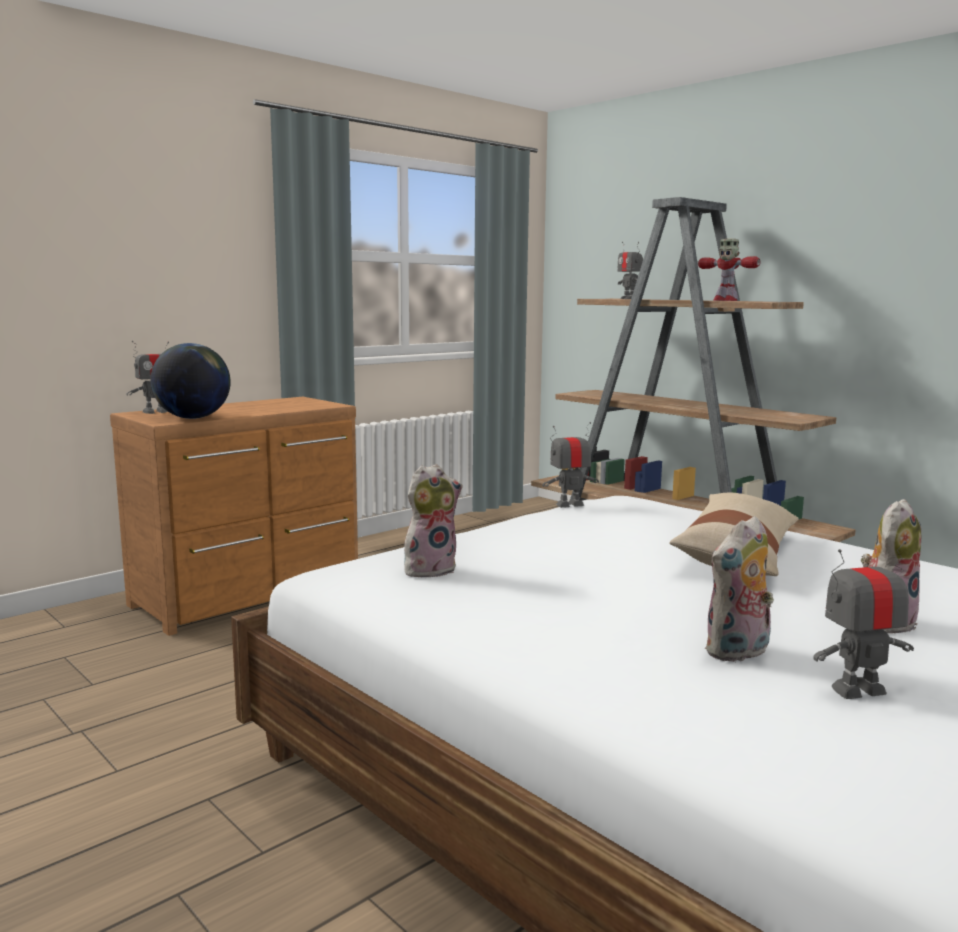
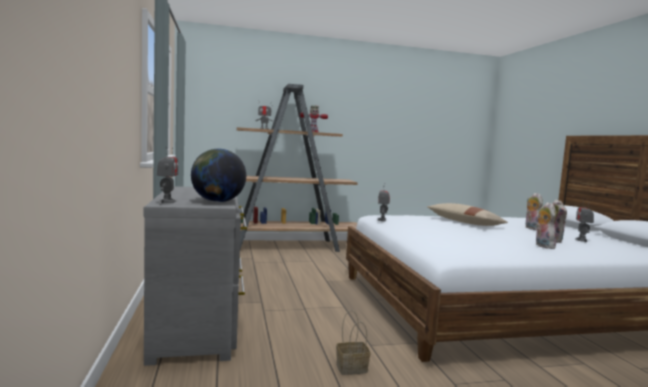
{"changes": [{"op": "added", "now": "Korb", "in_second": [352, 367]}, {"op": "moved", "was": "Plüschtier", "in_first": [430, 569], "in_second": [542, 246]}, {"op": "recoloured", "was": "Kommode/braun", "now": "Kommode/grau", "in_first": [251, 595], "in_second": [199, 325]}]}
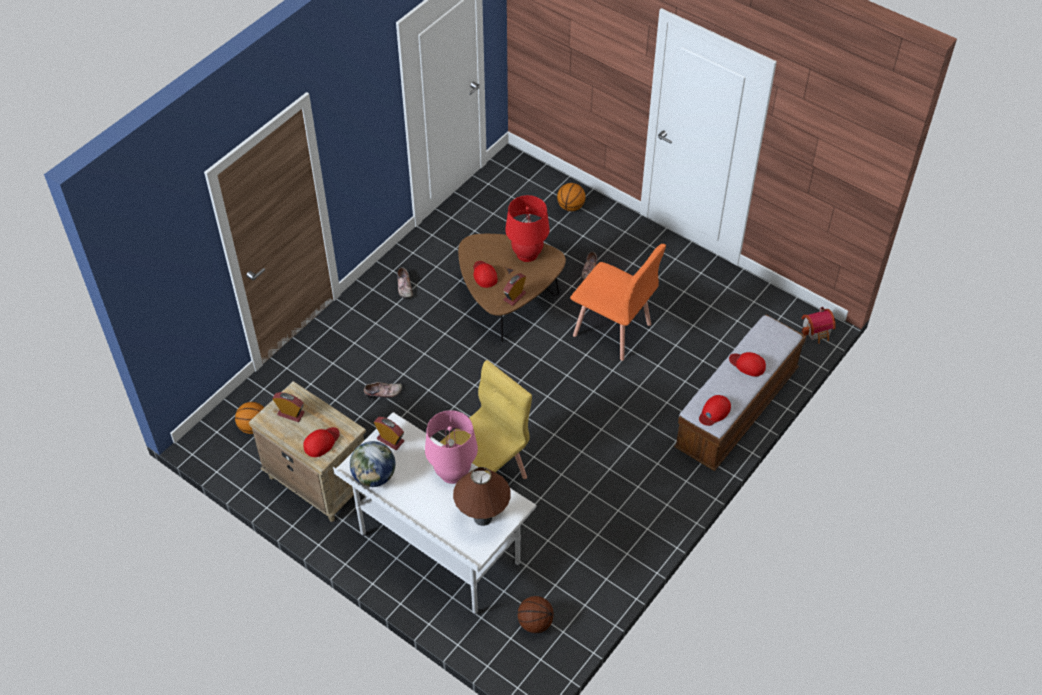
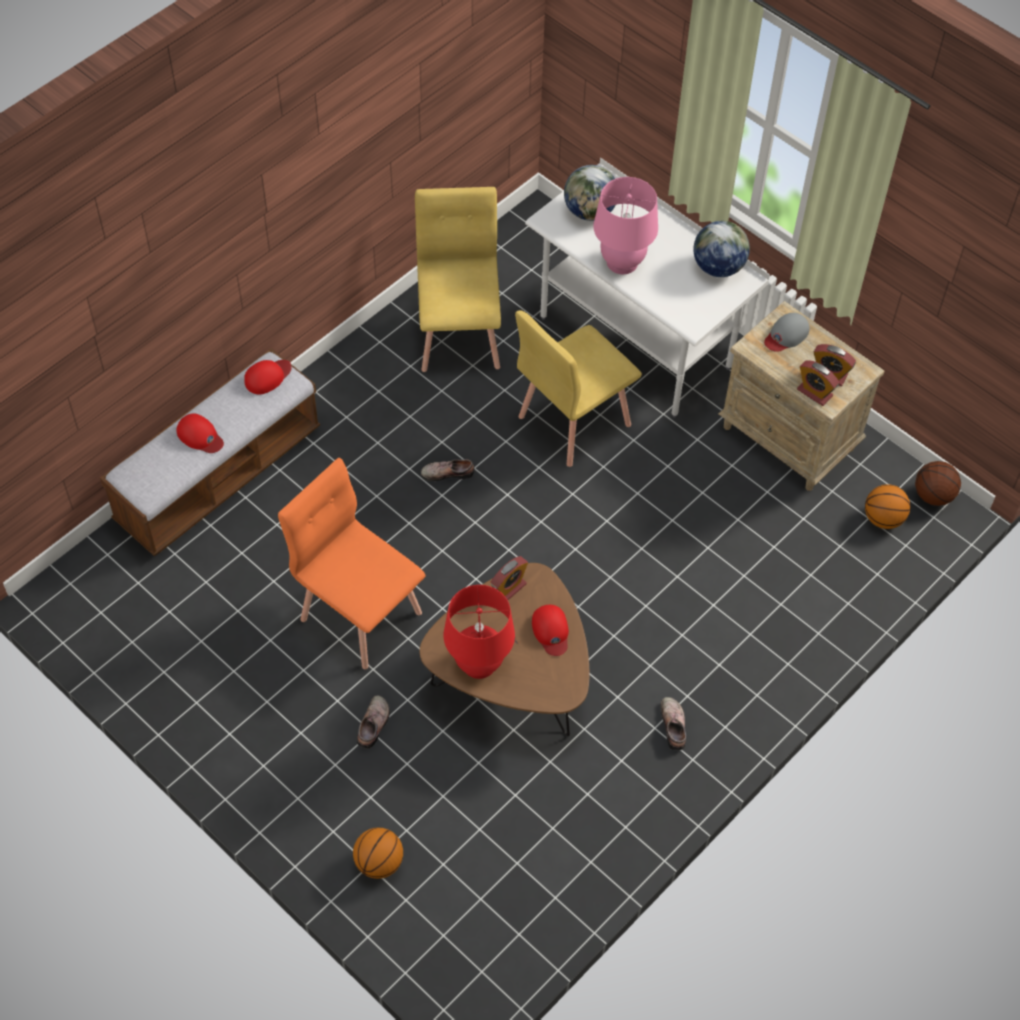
{"changes": [{"op": "removed", "was": "Spielzeughaus", "in_first": [817, 331]}, {"op": "added", "now": "Stuhl/gelb", "in_second": [460, 337]}, {"op": "moved", "was": "Schuh", "in_first": [383, 393], "in_second": [447, 472]}, {"op": "moved", "was": "Wecker", "in_first": [390, 440], "in_second": [814, 392]}, {"op": "moved", "was": "Basketball", "in_first": [534, 622], "in_second": [934, 495]}, {"op": "replaced", "was": "Tischlampe/braun", "now": "Globus", "in_first": [482, 517], "in_second": [590, 211]}, {"op": "recoloured", "was": "Kappe/rot", "now": "Kappe/grau", "in_first": [321, 442], "in_second": [786, 335]}]}
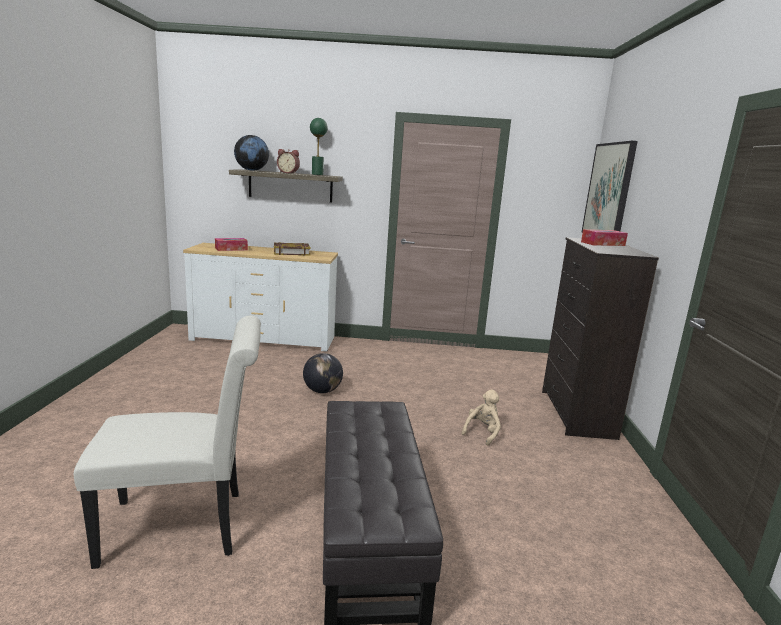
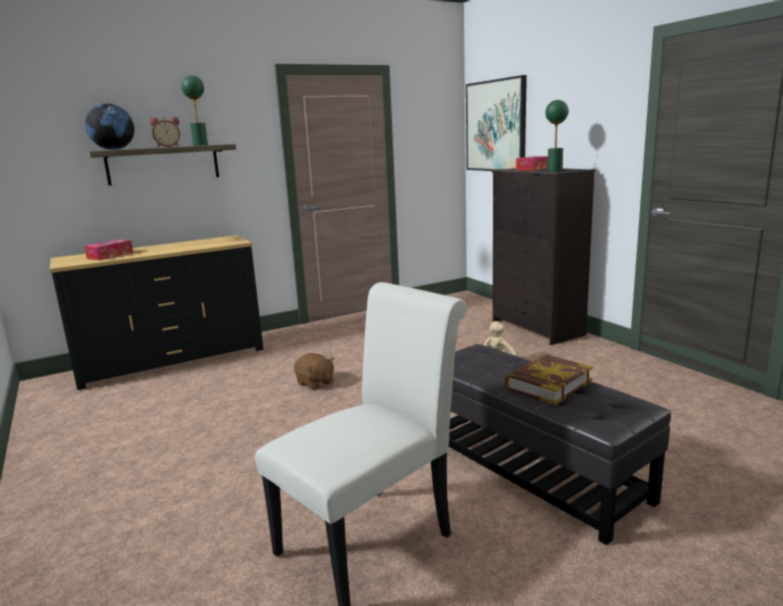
{"changes": [{"op": "added", "now": "Tischlampe/grün", "in_second": [554, 171]}, {"op": "moved", "was": "Buch", "in_first": [291, 252], "in_second": [548, 384]}, {"op": "replaced", "was": "Globus", "now": "Plüschtier/braun", "in_first": [322, 391], "in_second": [315, 383]}, {"op": "recoloured", "was": "Kommode/weiß", "now": "Kommode/schwarz", "in_first": [264, 339], "in_second": [172, 360]}]}
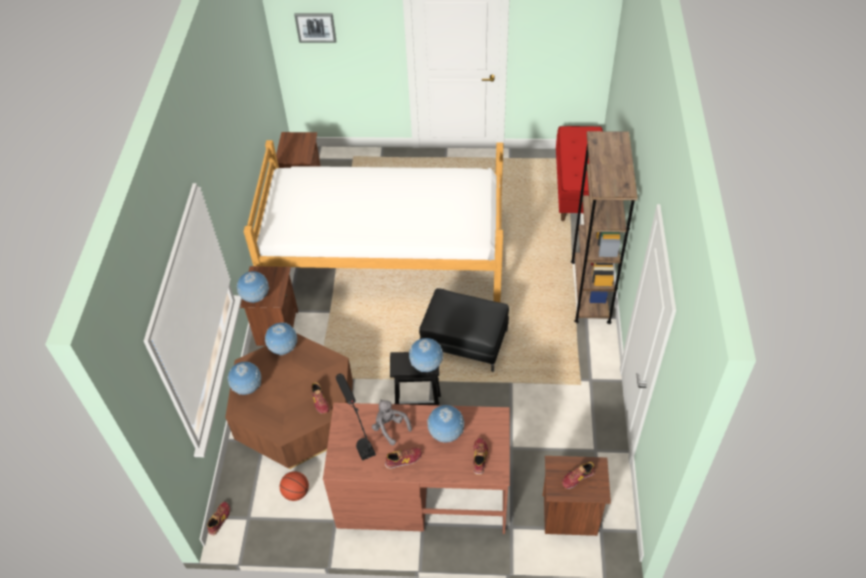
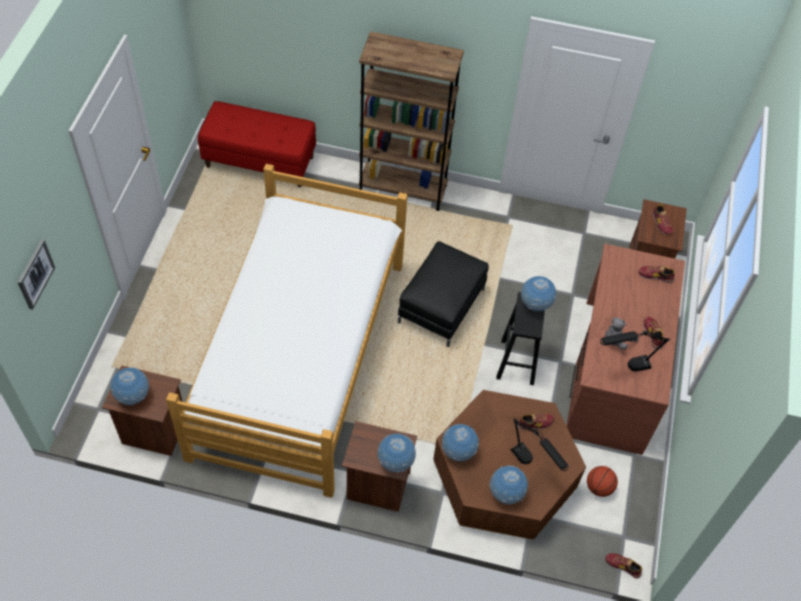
{"changes": [{"op": "added", "now": "Tischlampe/schwarz", "in_second": [531, 466]}, {"op": "moved", "was": "Globus", "in_first": [446, 434], "in_second": [133, 396]}]}
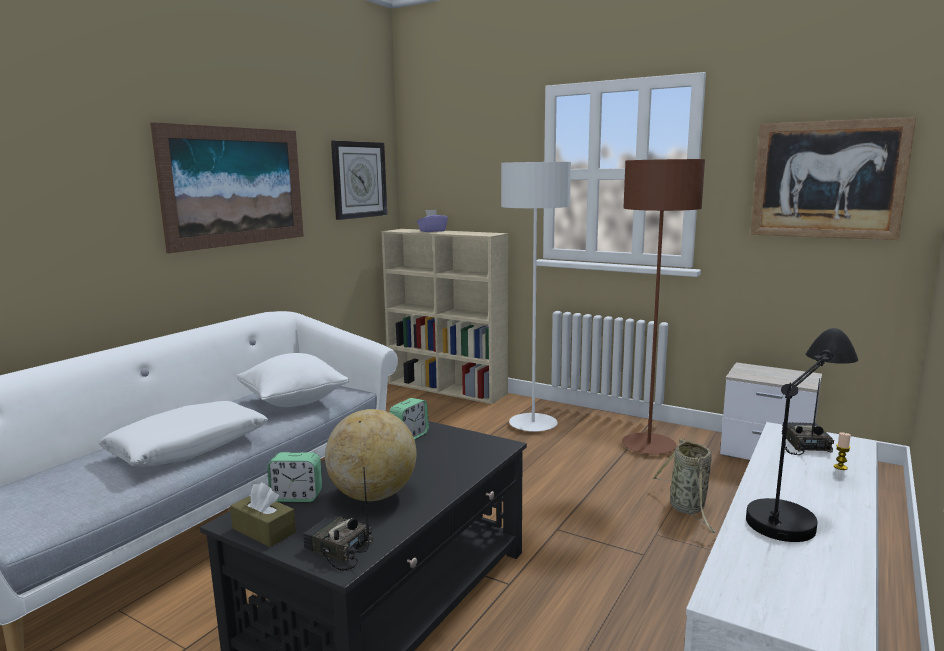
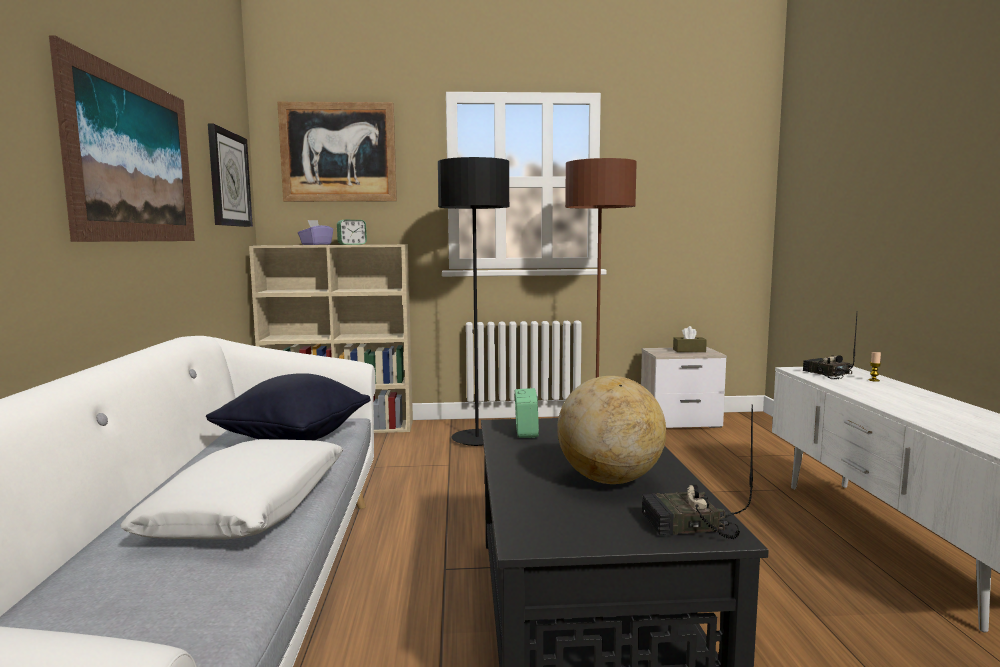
{"changes": [{"op": "removed", "was": "Korb", "in_first": [688, 509]}, {"op": "removed", "was": "Tischlampe/schwarz", "in_first": [796, 502]}, {"op": "moved", "was": "Taschentuchbox/braun", "in_first": [264, 530], "in_second": [689, 350]}, {"op": "moved", "was": "Wecker", "in_first": [297, 496], "in_second": [352, 244]}, {"op": "moved", "was": "Bild", "in_first": [827, 180], "in_second": [338, 152]}, {"op": "recoloured", "was": "Kissen/weiß", "now": "Kissen/schwarz", "in_first": [293, 401], "in_second": [294, 439]}, {"op": "recoloured", "was": "Stehlampe/weiß", "now": "Stehlampe/schwarz", "in_first": [533, 424], "in_second": [477, 440]}]}
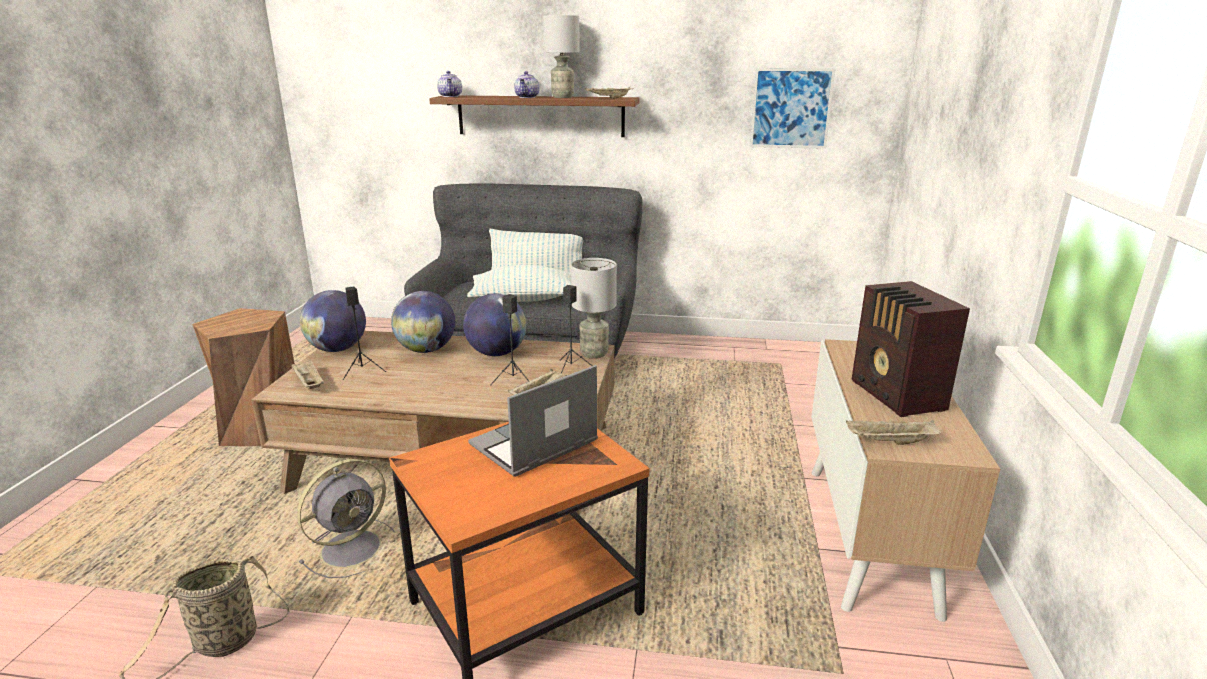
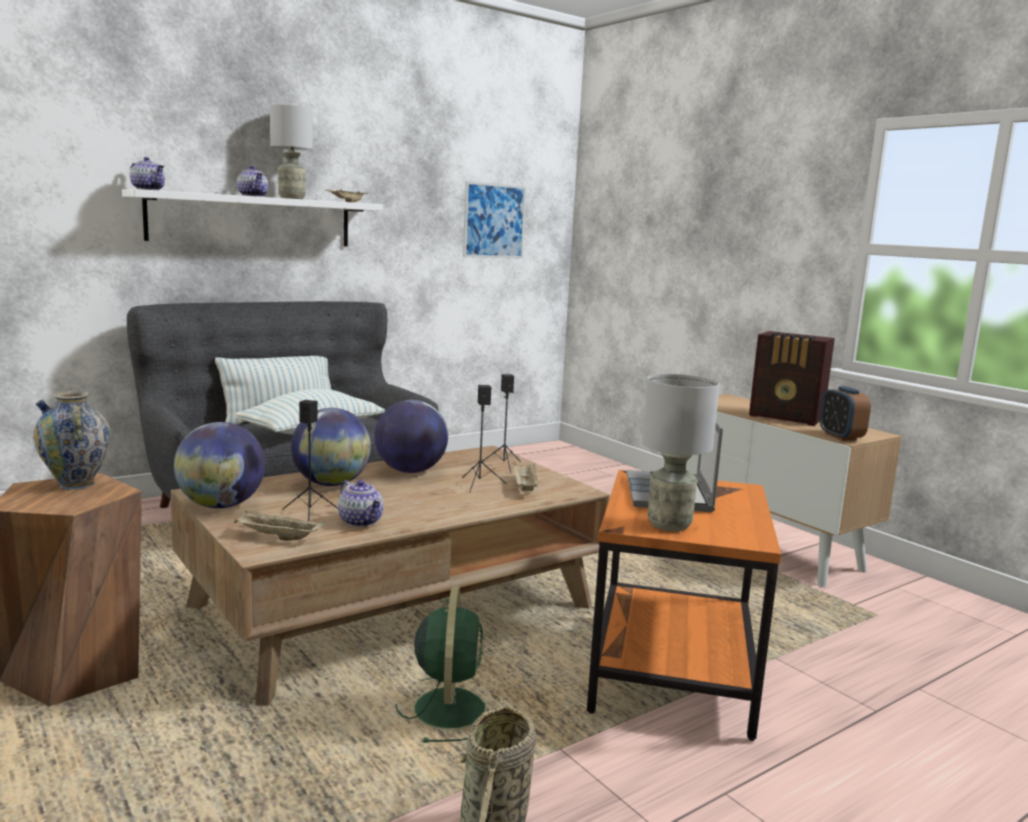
{"changes": [{"op": "added", "now": "Vase", "in_second": [76, 484]}, {"op": "added", "now": "Teekanne", "in_second": [361, 521]}, {"op": "moved", "was": "Tischlampe/grau", "in_first": [594, 353], "in_second": [668, 524]}, {"op": "replaced", "was": "Tablett/beige", "now": "Wecker", "in_first": [890, 442], "in_second": [840, 437]}, {"op": "recoloured", "was": "Ventilator/grau", "now": "Ventilator/grün", "in_first": [354, 547], "in_second": [450, 707]}, {"op": "recoloured", "was": "Wandregal/braun", "now": "Wandregal/weiß", "in_first": [540, 116], "in_second": [252, 220]}]}
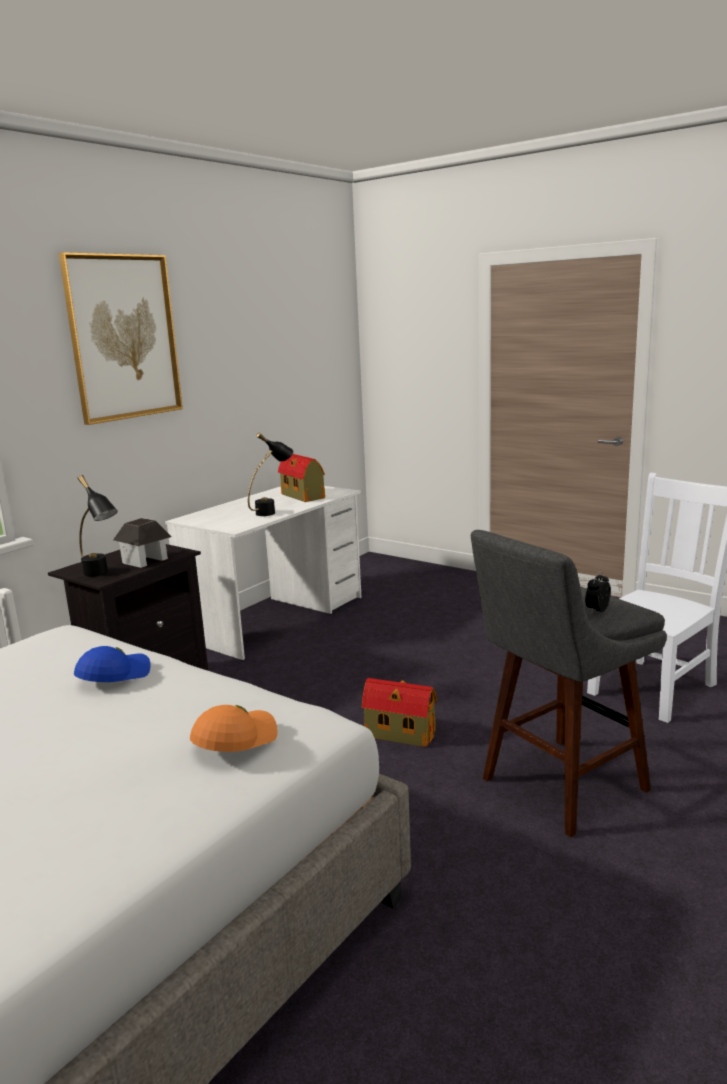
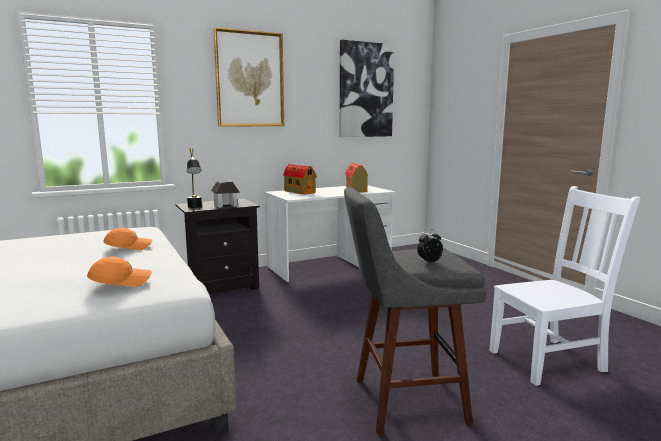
{"changes": [{"op": "removed", "was": "Tischlampe/schwarz", "in_first": [272, 511]}, {"op": "added", "now": "Bild", "in_second": [366, 90]}, {"op": "moved", "was": "Spielzeughaus", "in_first": [398, 733], "in_second": [299, 192]}, {"op": "recoloured", "was": "Kappe/blau", "now": "Kappe/orange", "in_first": [113, 676], "in_second": [129, 247]}]}
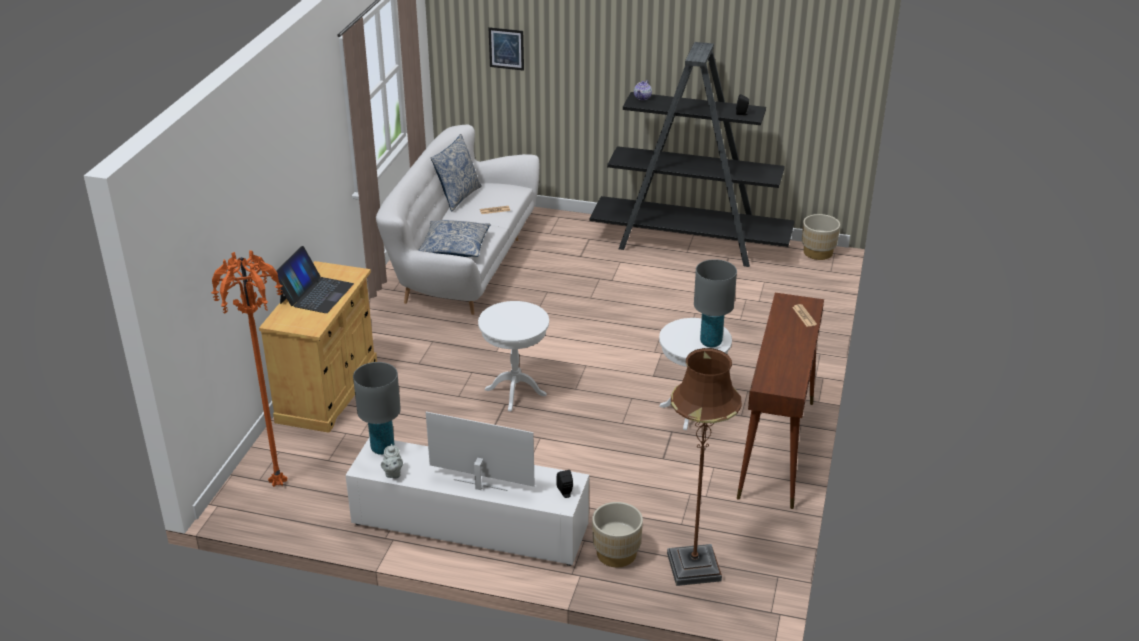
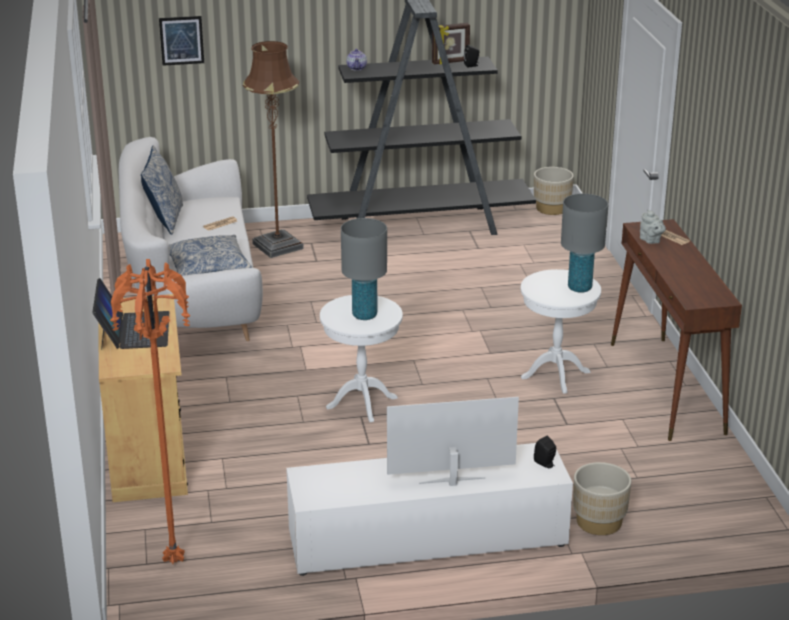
{"changes": [{"op": "added", "now": "Bilderrahmen", "in_second": [450, 62]}, {"op": "moved", "was": "Tischlampe/grau", "in_first": [383, 448], "in_second": [365, 315]}, {"op": "moved", "was": "Teekanne/grau", "in_first": [393, 473], "in_second": [651, 240]}, {"op": "moved", "was": "Stehlampe/braun", "in_first": [693, 567], "in_second": [277, 246]}]}
